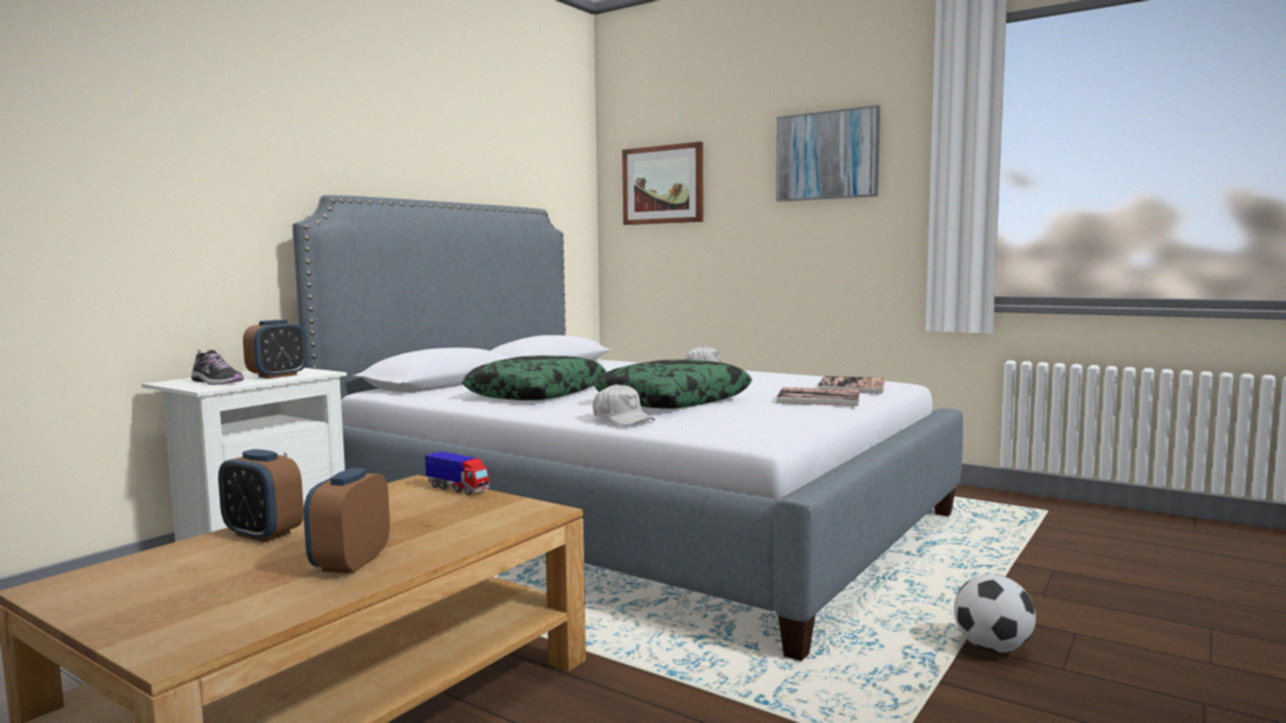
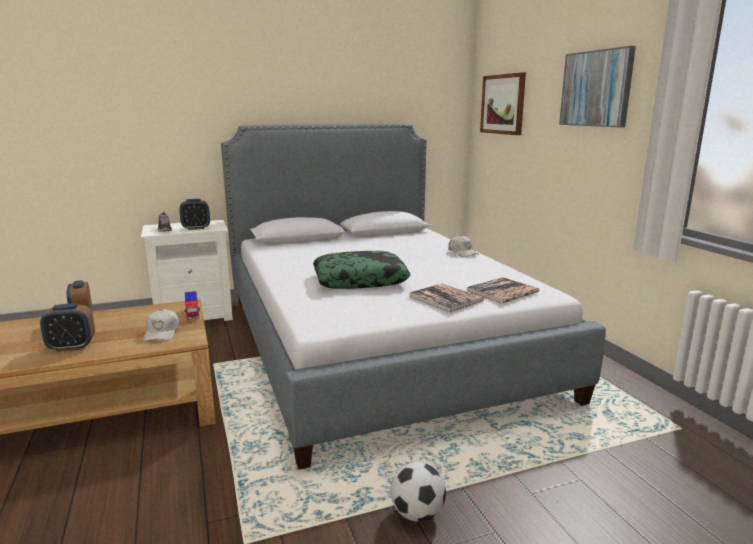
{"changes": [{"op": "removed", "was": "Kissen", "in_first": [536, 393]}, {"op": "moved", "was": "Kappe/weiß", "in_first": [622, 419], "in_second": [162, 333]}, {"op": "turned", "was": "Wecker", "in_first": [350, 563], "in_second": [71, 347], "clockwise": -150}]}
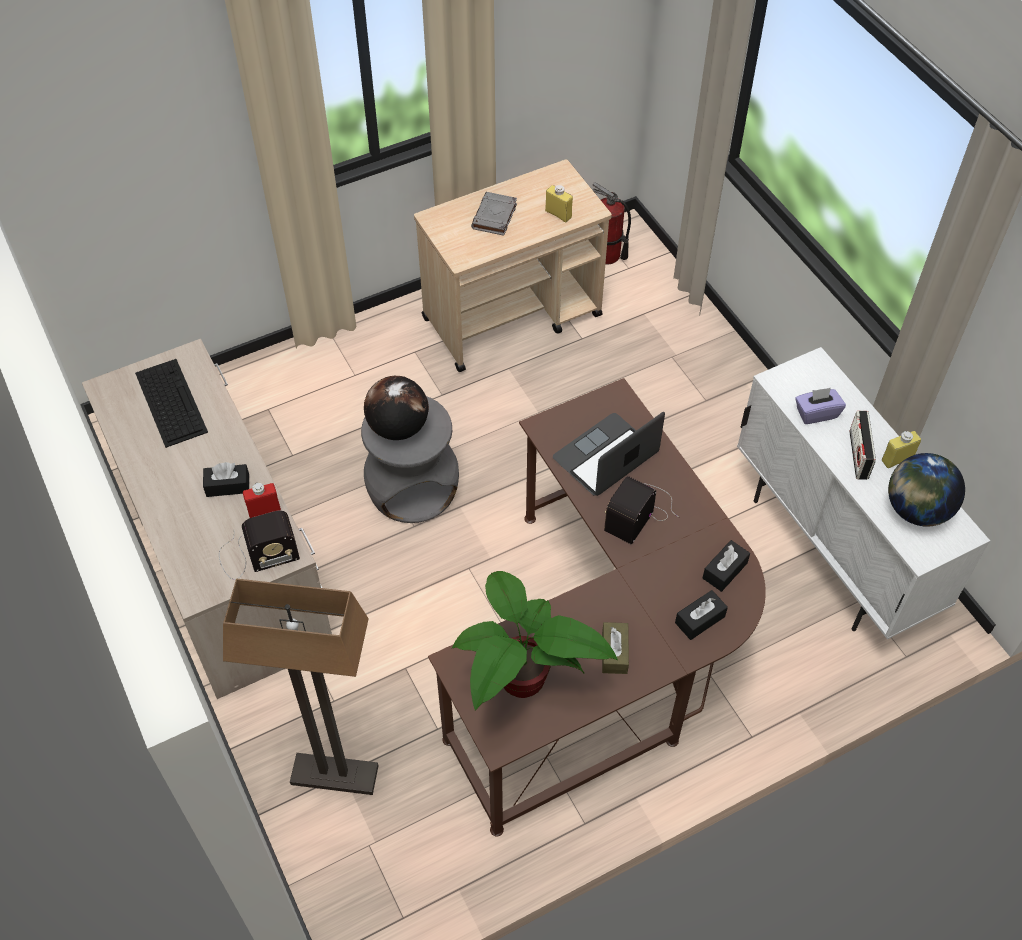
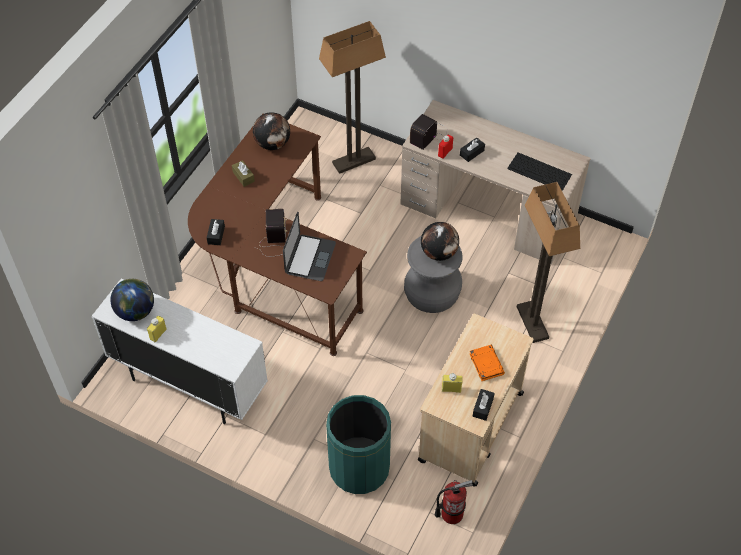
{"changes": [{"op": "removed", "was": "Taschentuchbox/lila", "in_first": [816, 413]}, {"op": "removed", "was": "Radio", "in_first": [858, 455]}, {"op": "added", "now": "Mülleimer/grün", "in_second": [359, 468]}, {"op": "added", "now": "Stehlampe", "in_second": [532, 322]}, {"op": "moved", "was": "Taschentuchbox/schwarz", "in_first": [700, 619], "in_second": [483, 407]}, {"op": "replaced", "was": "Topfpflanze", "now": "Globus", "in_first": [520, 689], "in_second": [273, 144]}, {"op": "recoloured", "was": "Buch/grau", "now": "Buch/orange", "in_first": [494, 217], "in_second": [486, 364]}]}
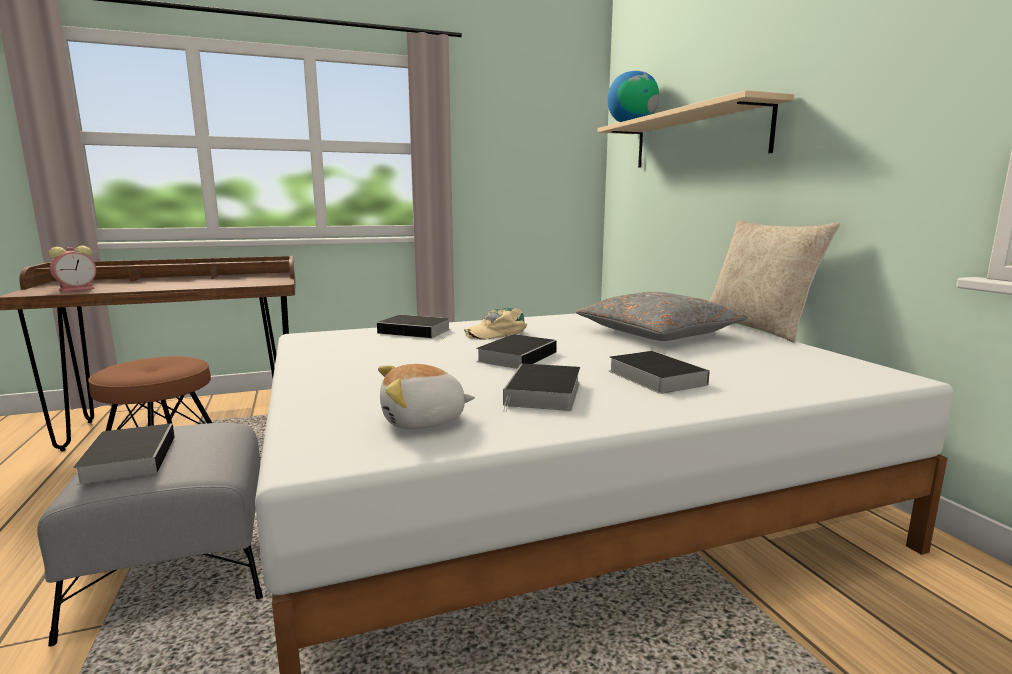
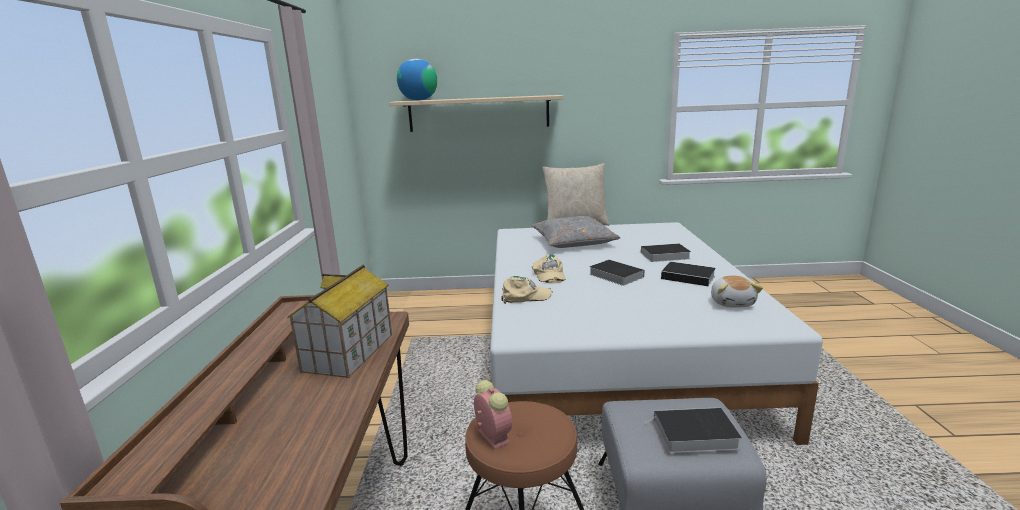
{"changes": [{"op": "added", "now": "Spielzeughaus", "in_second": [349, 353]}, {"op": "moved", "was": "Wecker", "in_first": [78, 289], "in_second": [492, 435]}, {"op": "replaced", "was": "Buch", "now": "Kappe/beige", "in_first": [417, 331], "in_second": [525, 296]}]}
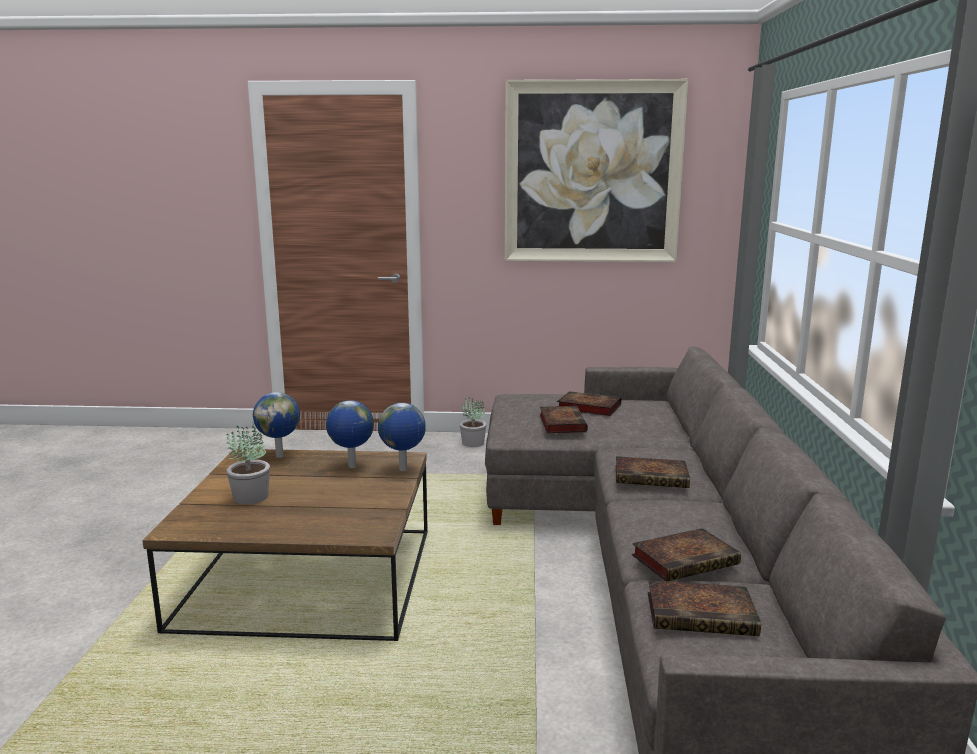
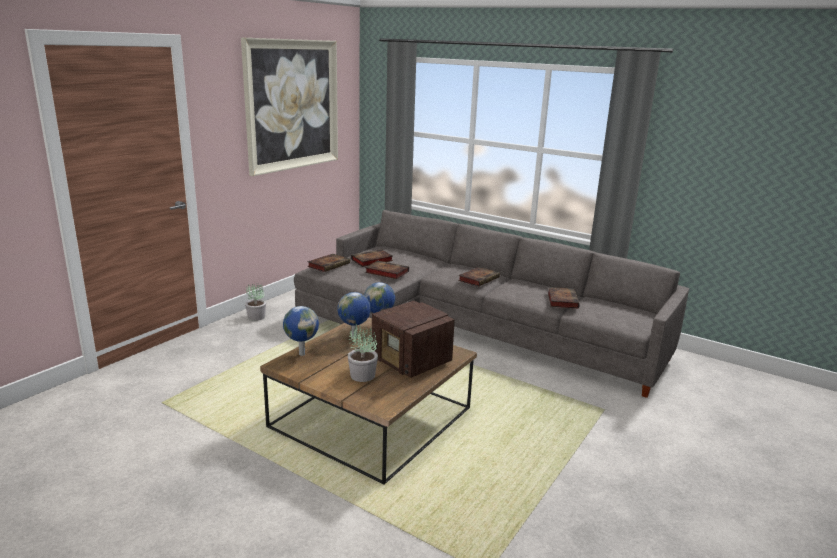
{"changes": [{"op": "added", "now": "Radio", "in_second": [412, 362]}, {"op": "moved", "was": "Buch", "in_first": [703, 614], "in_second": [329, 265]}]}
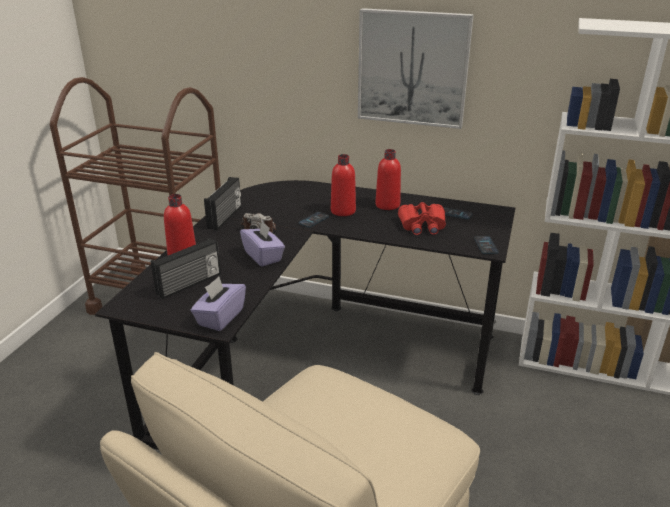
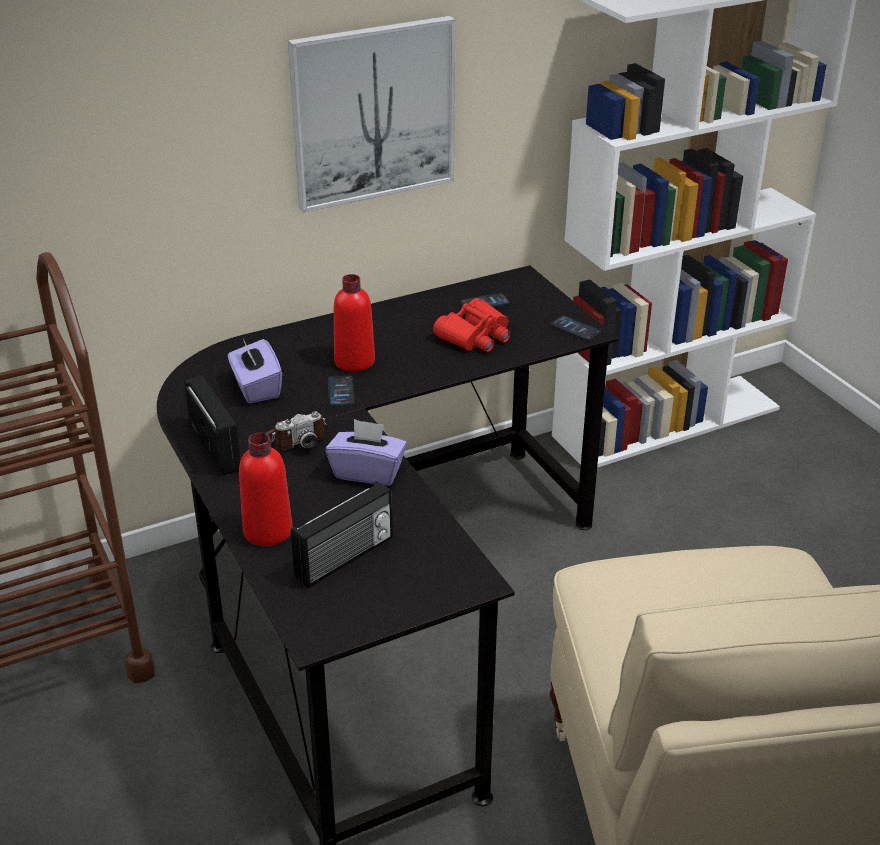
{"changes": [{"op": "removed", "was": "Flasche/rot", "in_first": [387, 205]}, {"op": "moved", "was": "Taschentuchbox/lila", "in_first": [220, 317], "in_second": [256, 388]}, {"op": "turned", "was": "Radio", "in_first": [189, 284], "in_second": [346, 558], "clockwise": 45}]}
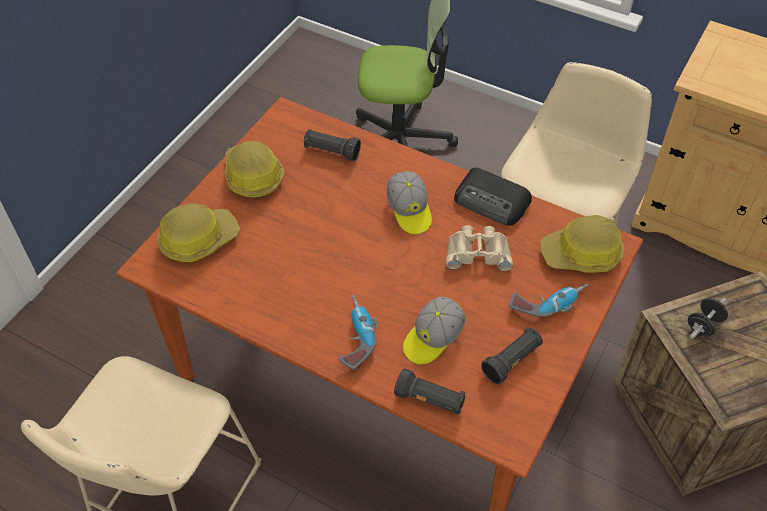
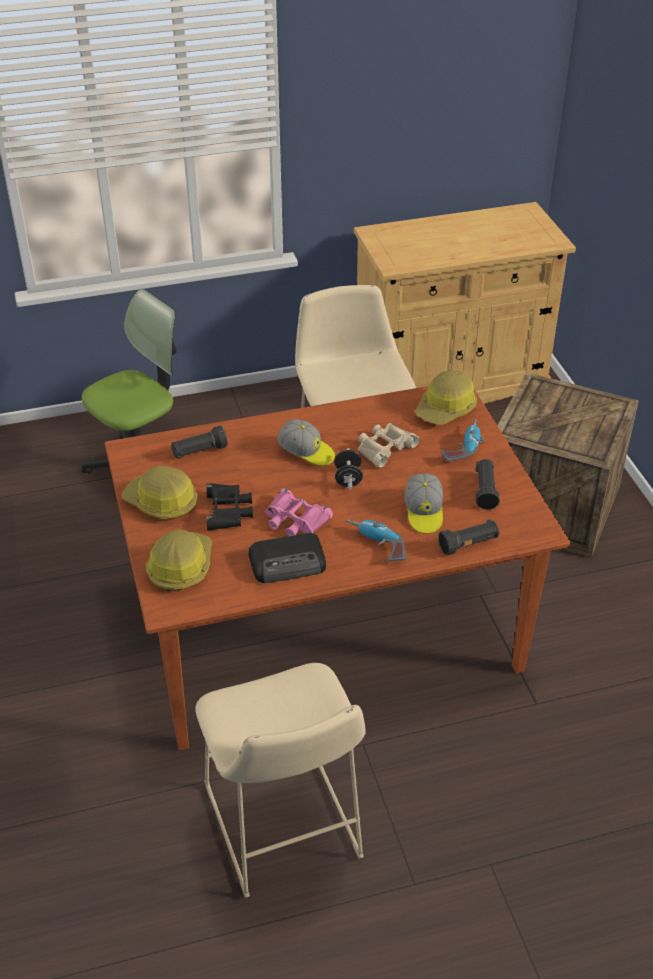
{"changes": [{"op": "added", "now": "Fernglas/schwarz", "in_second": [228, 510]}, {"op": "added", "now": "Fernglas/rosa", "in_second": [294, 520]}, {"op": "moved", "was": "Radio", "in_first": [492, 201], "in_second": [289, 563]}, {"op": "moved", "was": "Hantel/schwarz", "in_first": [703, 325], "in_second": [348, 478]}]}
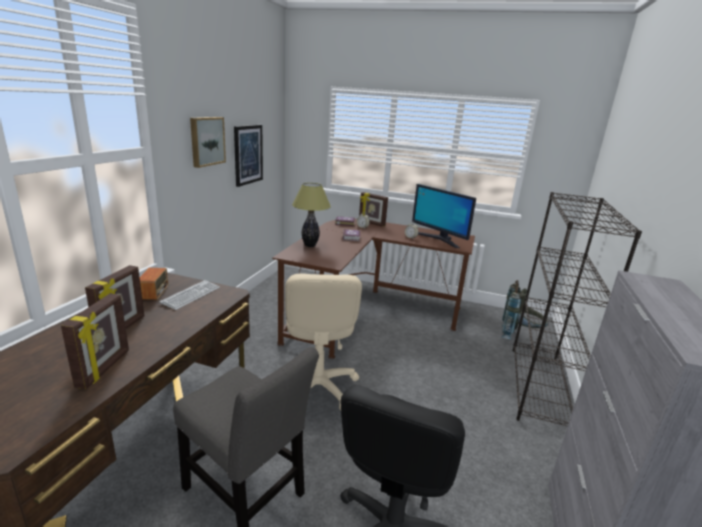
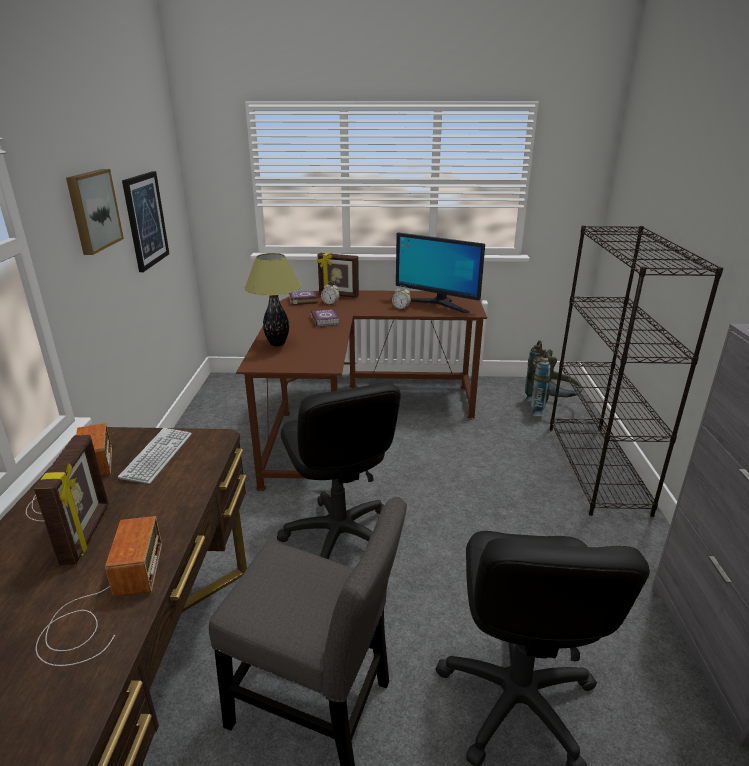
{"changes": [{"op": "replaced", "was": "Bilderrahmen", "now": "Radio", "in_first": [104, 368], "in_second": [104, 603]}, {"op": "recoloured", "was": "Bürostuhl/beige", "now": "Bürostuhl/schwarz", "in_first": [317, 387], "in_second": [339, 537]}]}
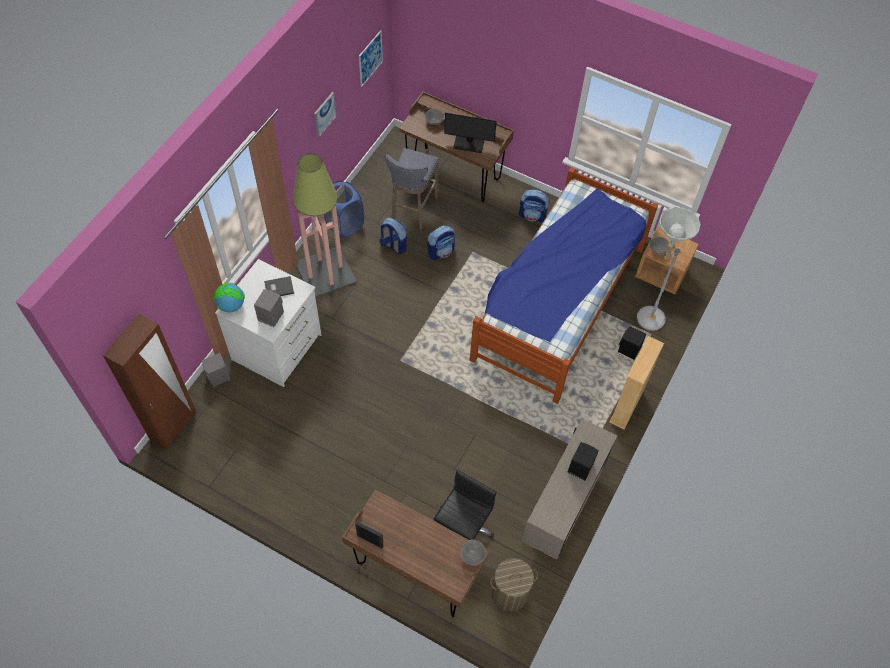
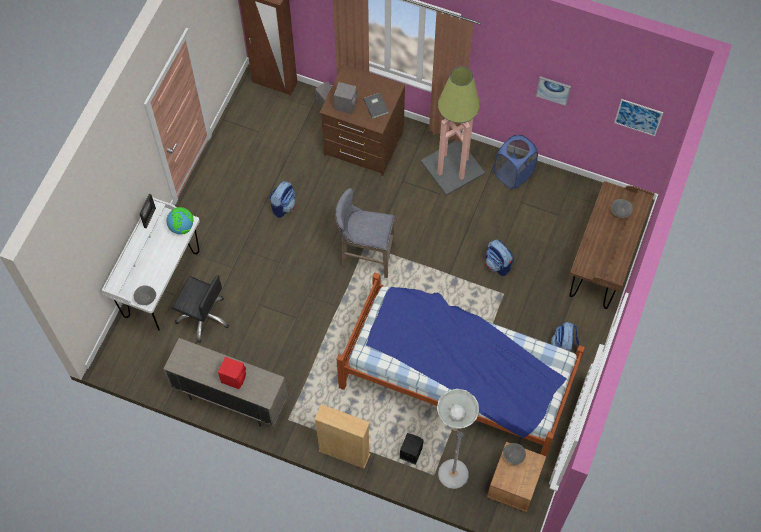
{"changes": [{"op": "removed", "was": "Monitor", "in_first": [469, 143]}, {"op": "removed", "was": "Wäschekorb", "in_first": [509, 593]}, {"op": "moved", "was": "Globus", "in_first": [231, 305], "in_second": [182, 227]}, {"op": "moved", "was": "Rucksack", "in_first": [393, 245], "in_second": [283, 206]}, {"op": "moved", "was": "Hocker/grau", "in_first": [413, 210], "in_second": [365, 257]}, {"op": "recoloured", "was": "Kommode/weiß", "now": "Kommode/braun", "in_first": [278, 348], "in_second": [363, 143]}, {"op": "recoloured", "was": "Schreibtisch/braun", "now": "Schreibtisch/weiß", "in_first": [415, 572], "in_second": [162, 285]}, {"op": "recoloured", "was": "Lautsprecher/schwarz", "now": "Lautsprecher/rot", "in_first": [579, 467], "in_second": [234, 377]}]}
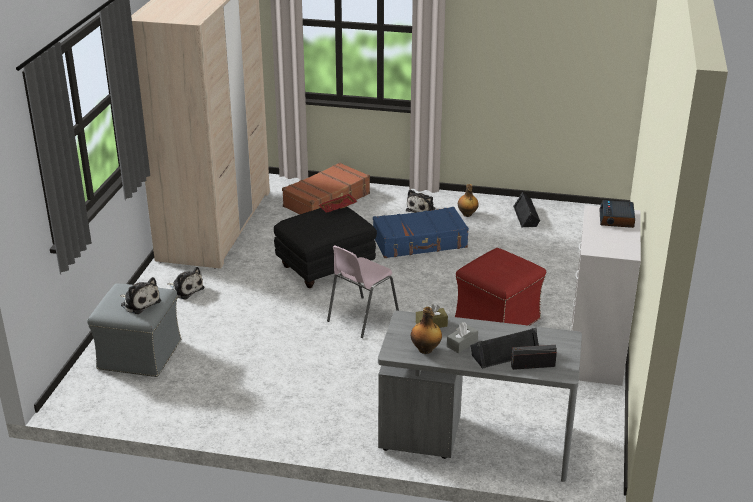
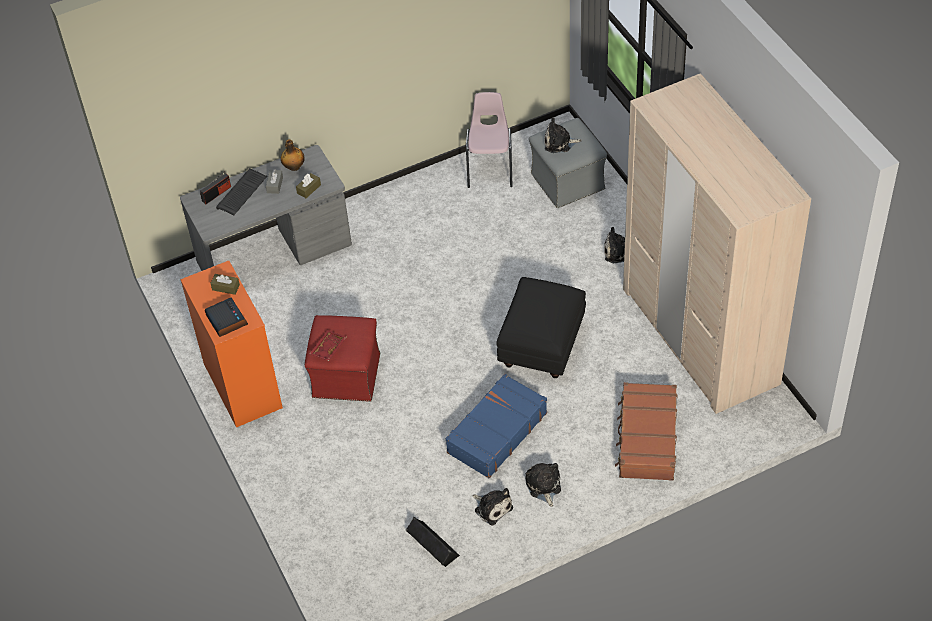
{"changes": [{"op": "added", "now": "Taschentuchbox/braun", "in_second": [226, 287]}, {"op": "moved", "was": "Tablett/rot", "in_first": [338, 208], "in_second": [327, 348]}, {"op": "moved", "was": "Stuhl/rosa", "in_first": [361, 317], "in_second": [490, 168]}, {"op": "replaced", "was": "Flasche", "now": "Plüschtier", "in_first": [467, 214], "in_second": [492, 508]}, {"op": "replaced", "was": "Lautsprecher/schwarz", "now": "Tastatur", "in_first": [504, 353], "in_second": [242, 193]}, {"op": "recoloured", "was": "Kommode/weiß", "now": "Kommode/orange", "in_first": [596, 354], "in_second": [242, 385]}]}
